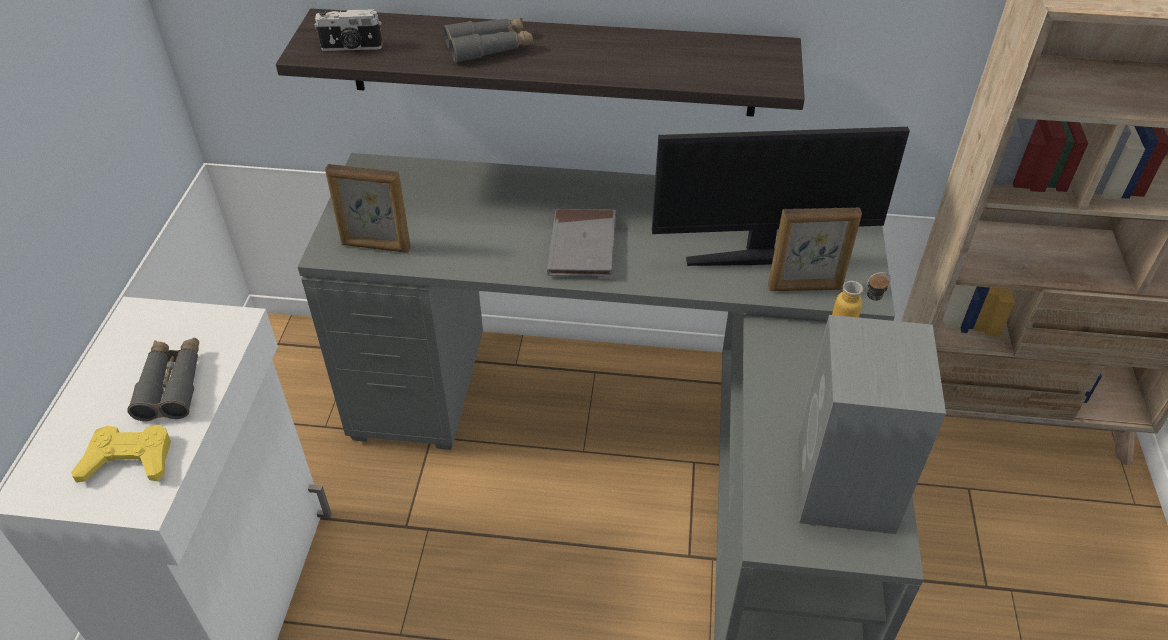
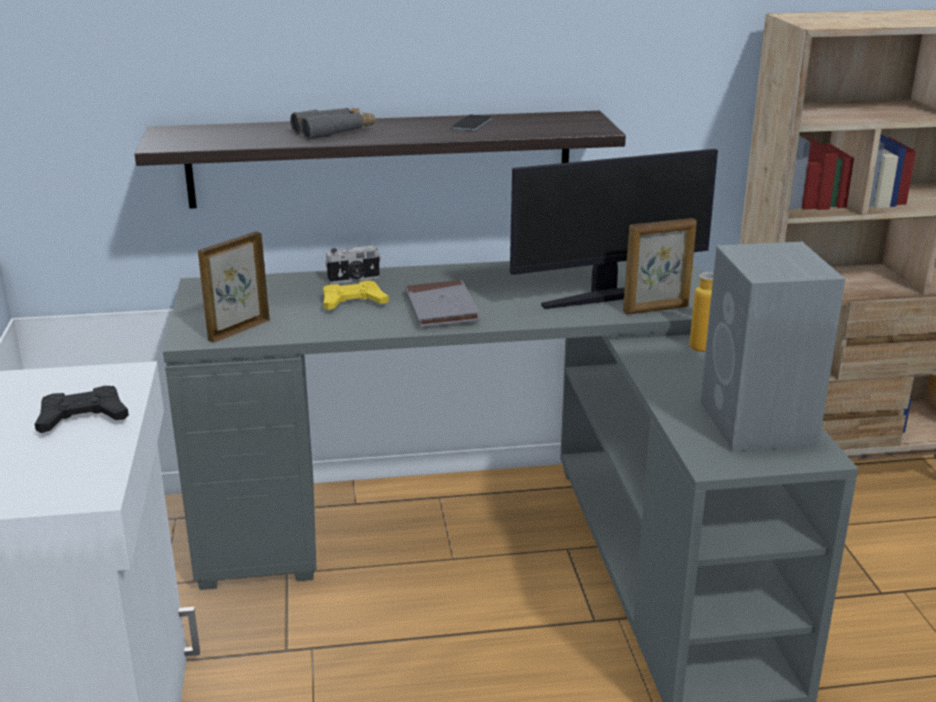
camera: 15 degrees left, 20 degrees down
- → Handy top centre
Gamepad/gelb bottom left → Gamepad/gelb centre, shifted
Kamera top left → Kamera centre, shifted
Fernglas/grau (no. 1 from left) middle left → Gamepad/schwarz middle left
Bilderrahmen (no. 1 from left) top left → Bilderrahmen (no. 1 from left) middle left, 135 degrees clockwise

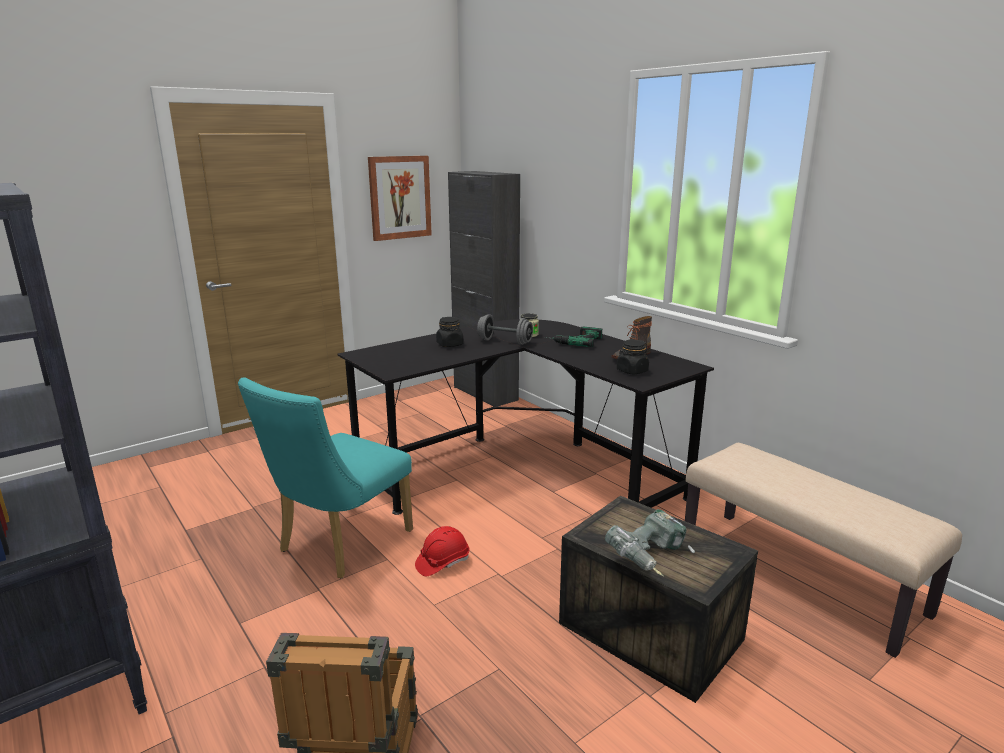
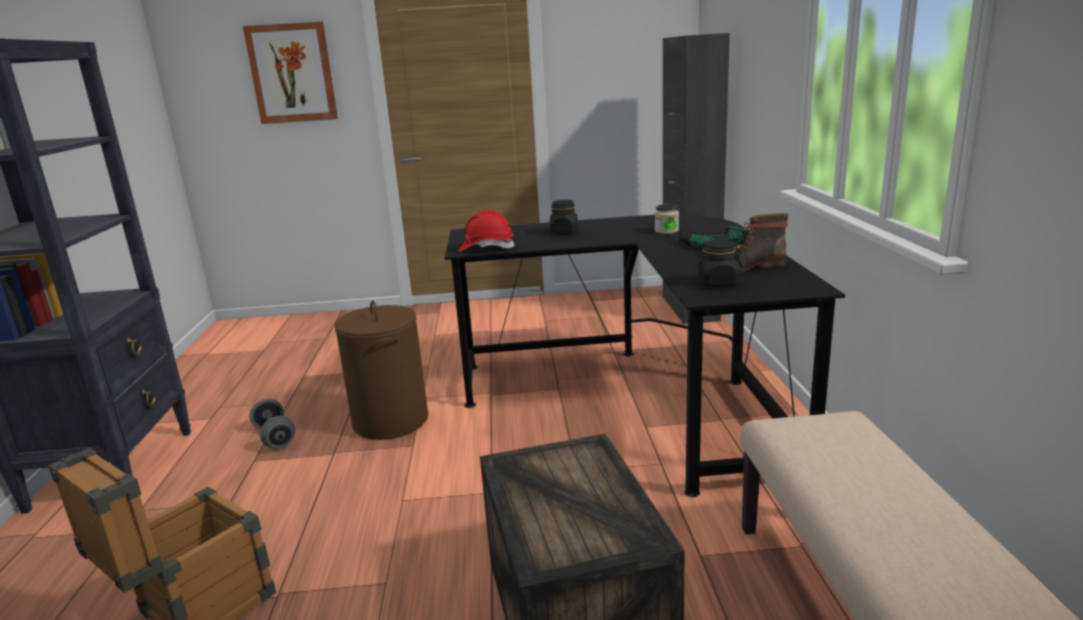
camera: 35 degrees right, 0 degrees up
Bohrmaschine (no. 2 from left) bottom centre → -
Bild top centre → Bild top left, shifted
Schutzhelm/rot bottom centre → Schutzhelm/rot centre, shifted
Hantel/grau centre → Hantel/grau bottom left, shifted
Stuhl/türkis middle left → Wäschekorb/braun centre

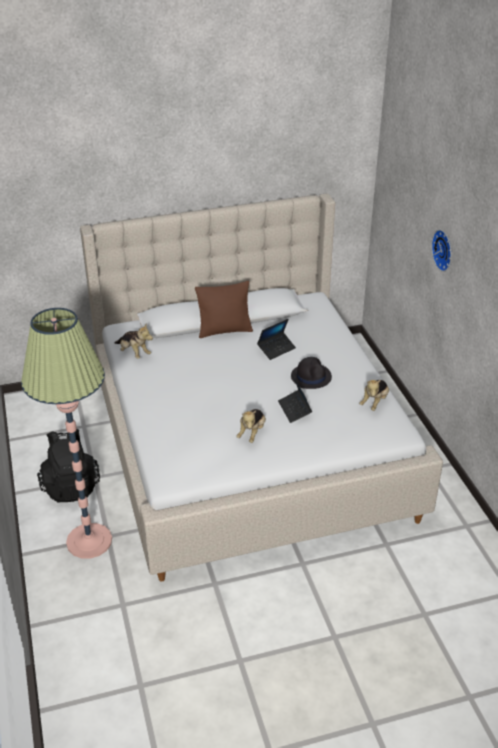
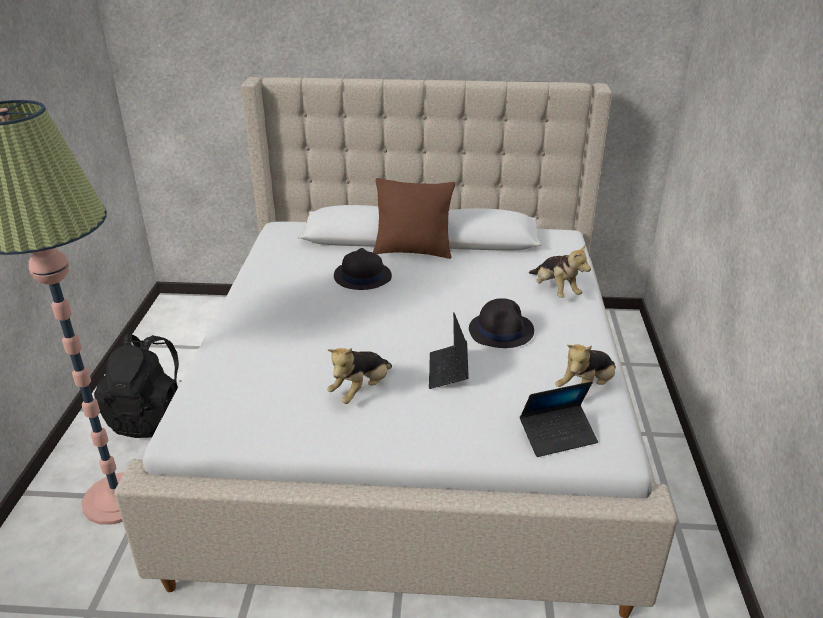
camera: 20 degrees right, 5 degrees down
Wanduhr middle right → -
- → Hut/schwarz (no. 1 from left) centre
Plüschtier (no. 1 from left in the first image) middle left → Plüschtier (no. 2 from left) middle right, shifted
Laptop (no. 1 from left in the first image) centre → Laptop (no. 2 from left) bottom right, shifted

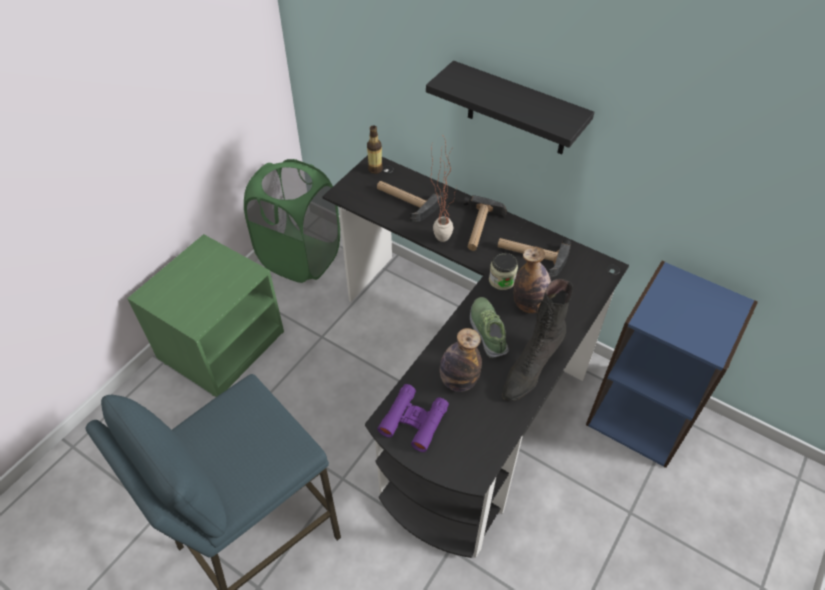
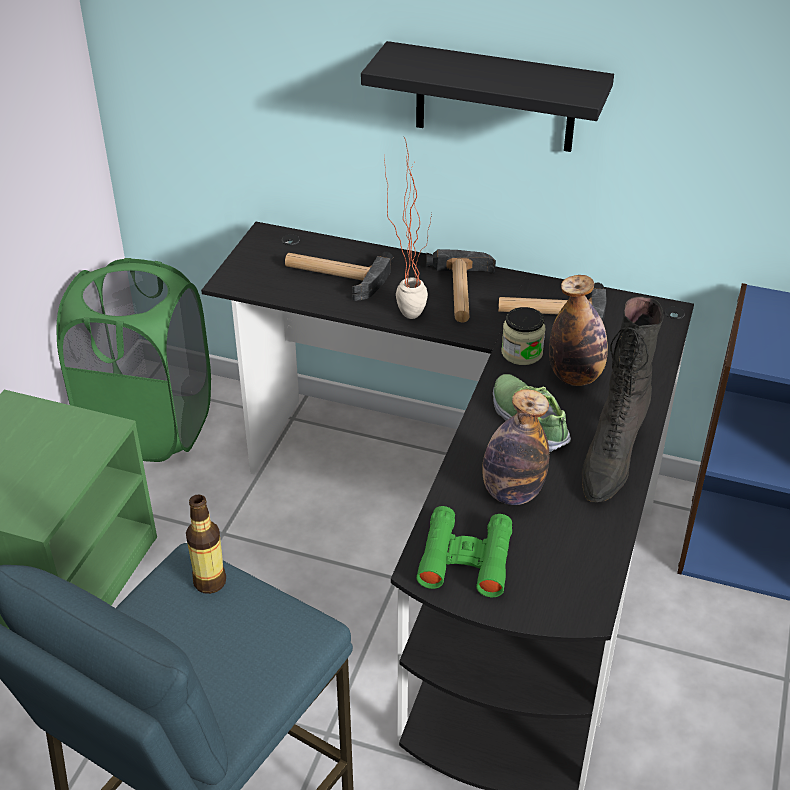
camera: 15 degrees left, 10 degrees down
Flasche (no. 1 from left) top centre → Flasche (no. 1 from left) bottom left, shifted
Fernglas/lila bottom centre → Fernglas/grün bottom centre

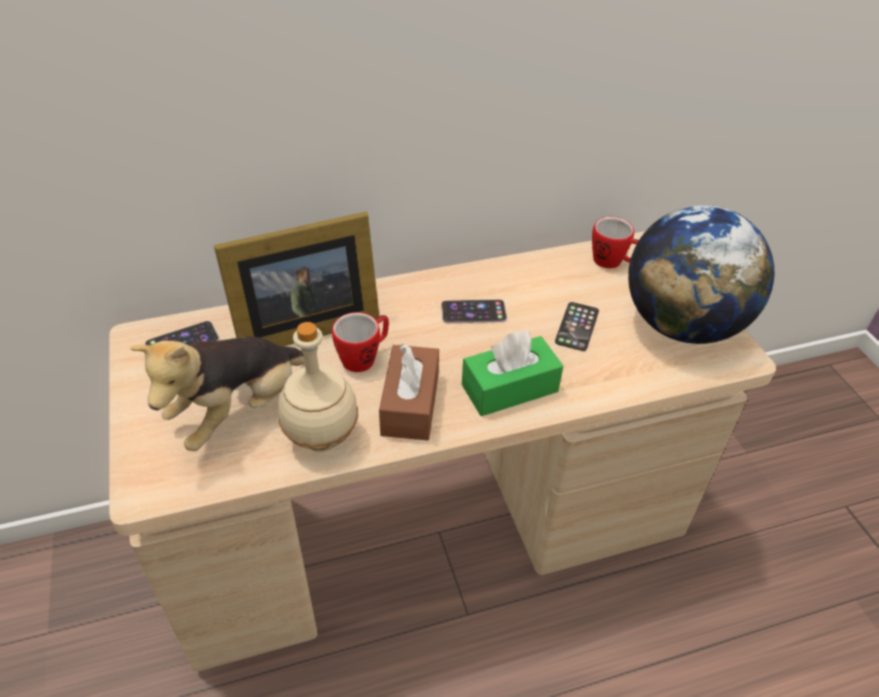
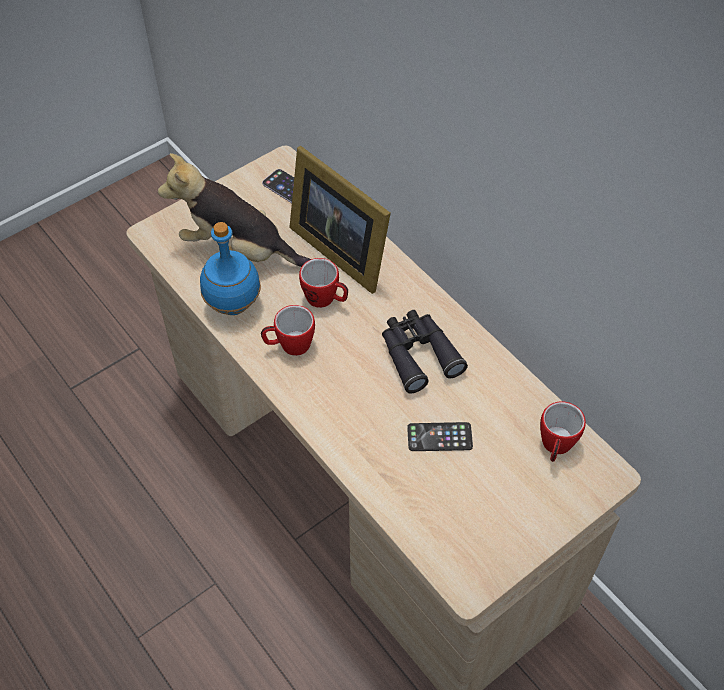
camera: 70 degrees right, 10 degrees up
Taschentuchbox/grün centre → -
Globus middle right → -
Taschentuchbox/braun centre → Henkelbecher (no. 1 from left) centre
Handy (no. 2 from left) centre → Fernglas/schwarz centre
Flasche/beige centre → Flasche/blau middle left

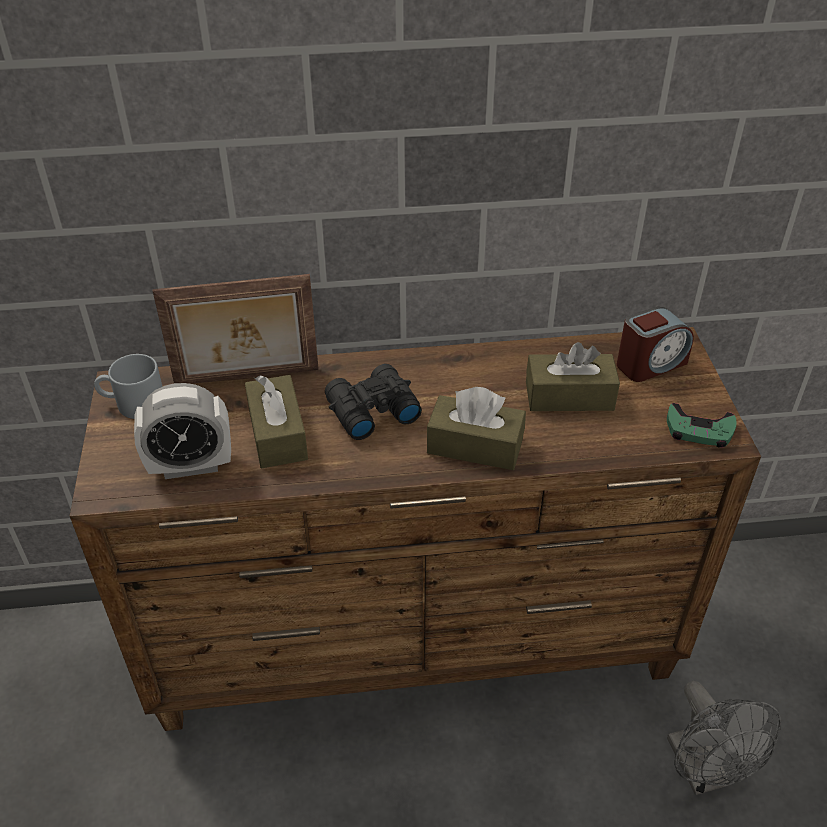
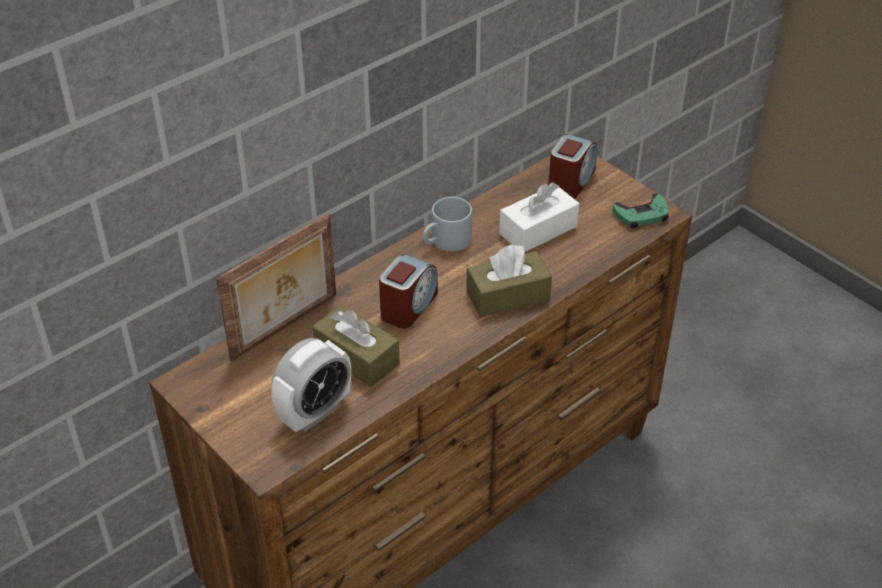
camera: 35 degrees left, 0 degrees up
Ventilator/grau bottom right → -
Henkelbecher/grau middle left → Henkelbecher/grau centre, shifted
Fernglas/schwarz centre → Wecker (no. 2 from left) centre
Taschentuchbox/braun (no. 3 from left) middle right → Taschentuchbox/weiß centre

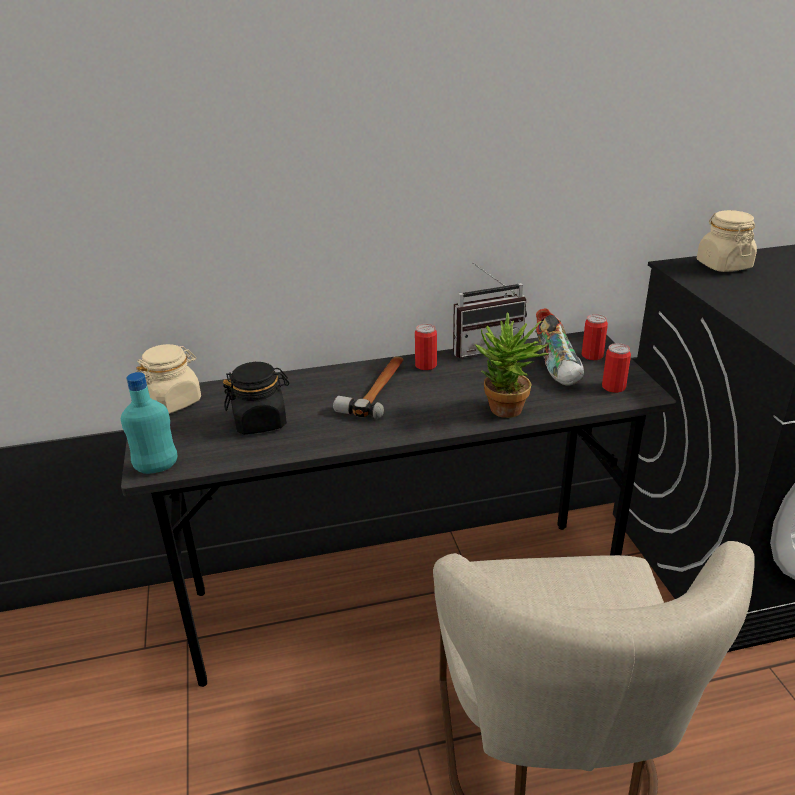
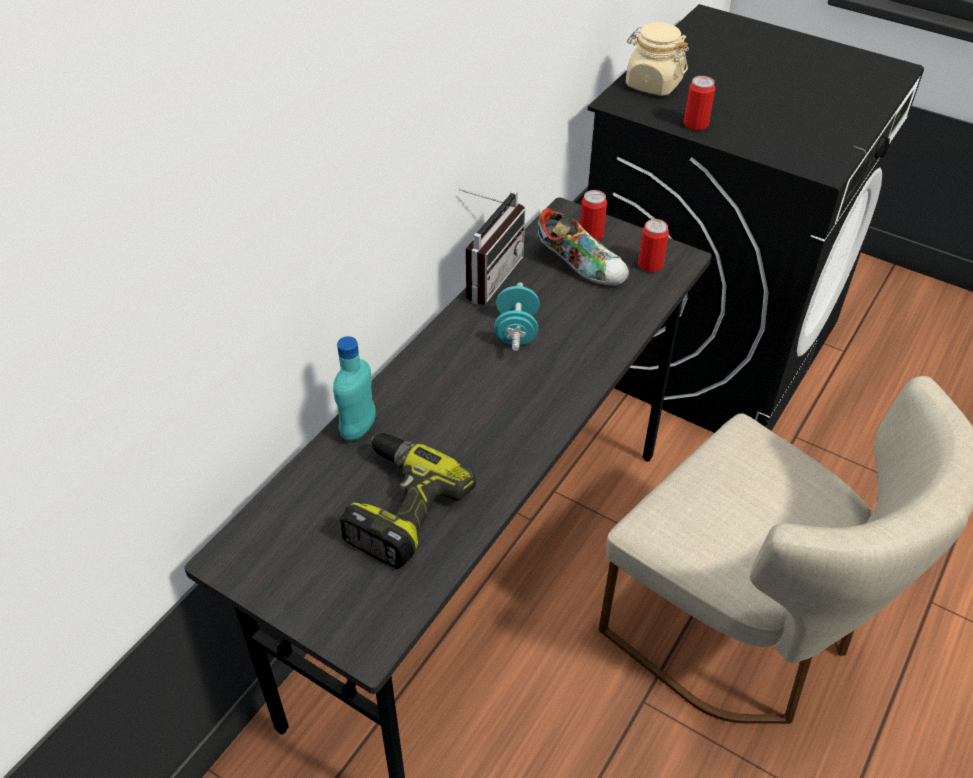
camera: 45 degrees left, 15 degrees up
Vorratsglas/beige (no. 1 from left) middle left → -
Hammer centre → -
Topfpflanze centre → -
- → Hantel/türkis centre
Flasche/türkis middle left → Flasche/türkis centre, shifted
Dose (no. 1 from left in the first image) centre → Dose (no. 3 from left) top right, shifted
Vorratsglas/schwarz middle left → Bohrmaschine centre

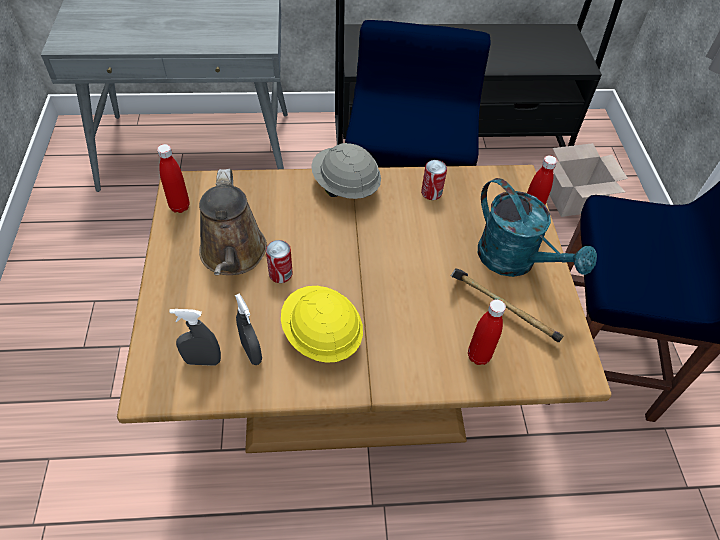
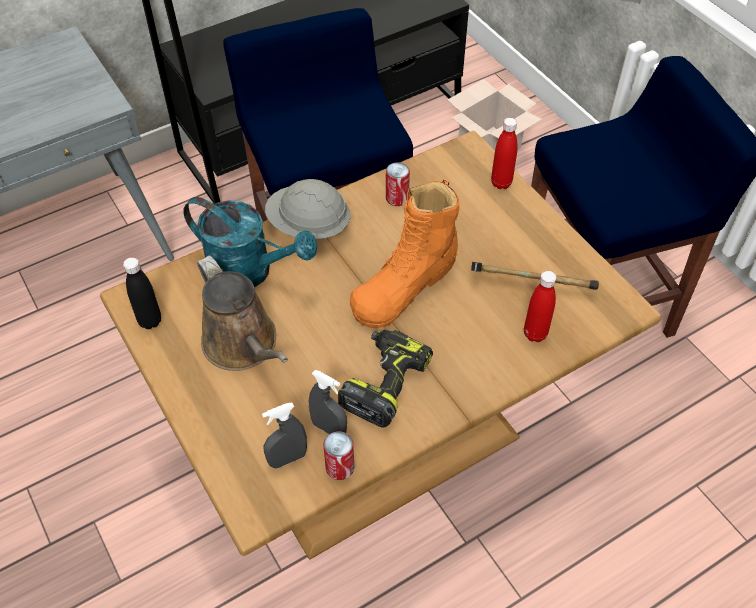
camera: 25 degrees left, 0 degrees up
- → Stiefel/orange centre
Dose (no. 1 from left) centre → Dose (no. 1 from left) bottom centre, shifted
Gießkanne/türkis middle right → Gießkanne/türkis middle left, shifted
Schutzhelm/gelb centre → Bohrmaschine centre
Flasche/rot (no. 1 from left) top left → Flasche/schwarz middle left

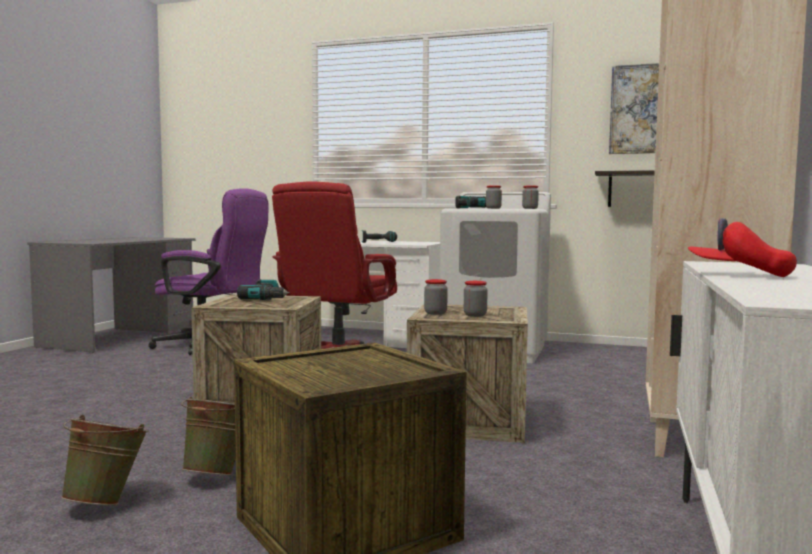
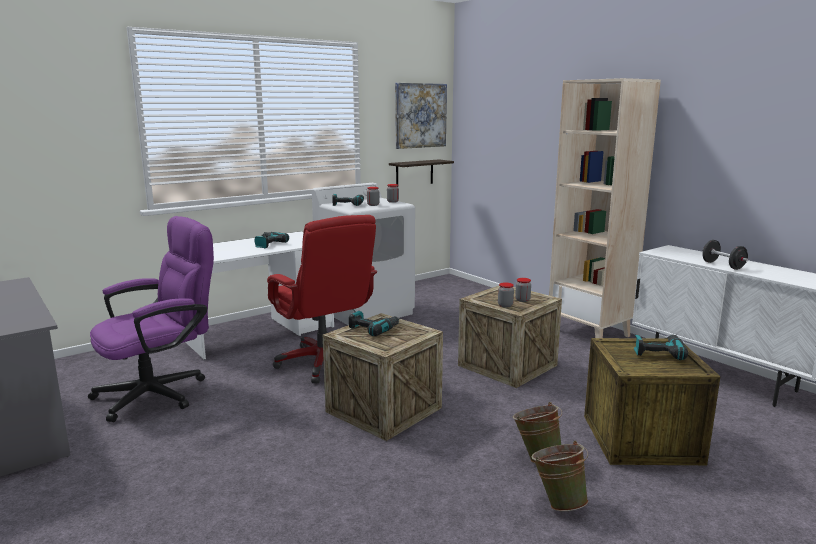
camera: 55 degrees left, 10 degrees up
- → Bohrmaschine (no. 4 from left) middle right
Kappe/rot middle right → Hantel/schwarz middle right

